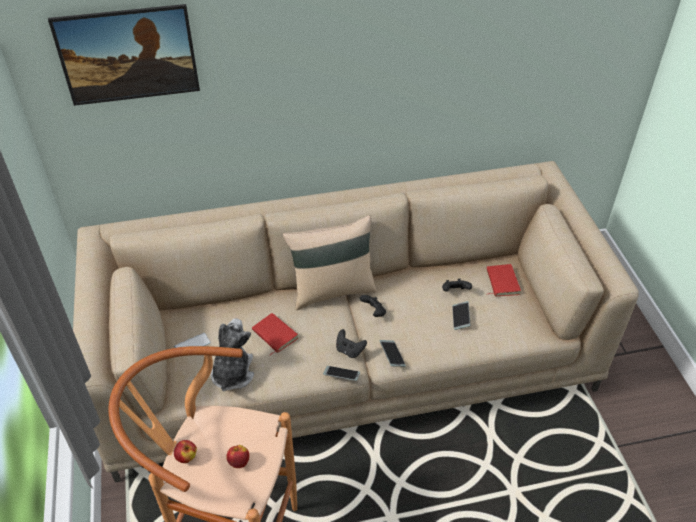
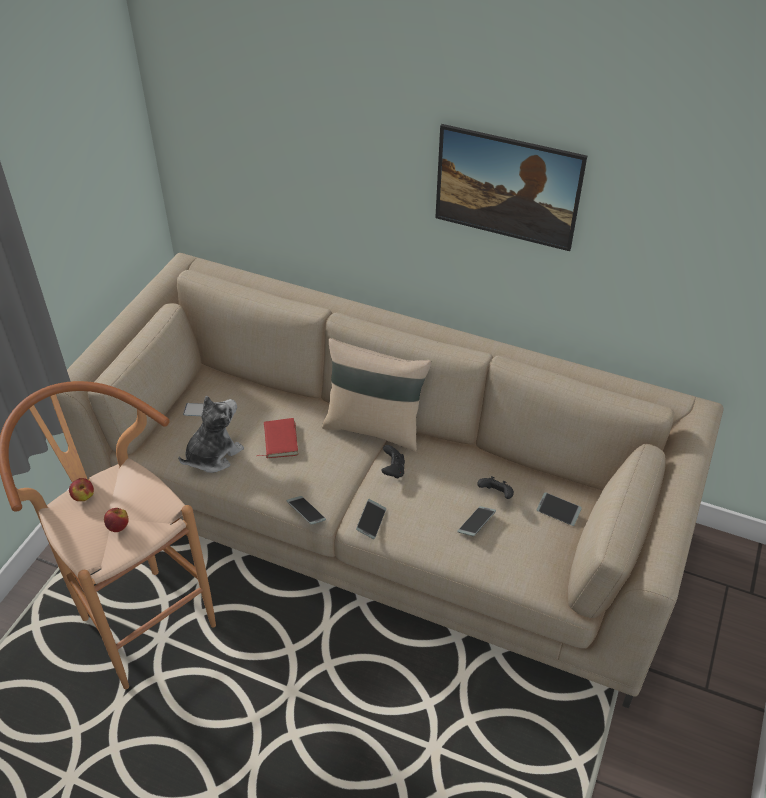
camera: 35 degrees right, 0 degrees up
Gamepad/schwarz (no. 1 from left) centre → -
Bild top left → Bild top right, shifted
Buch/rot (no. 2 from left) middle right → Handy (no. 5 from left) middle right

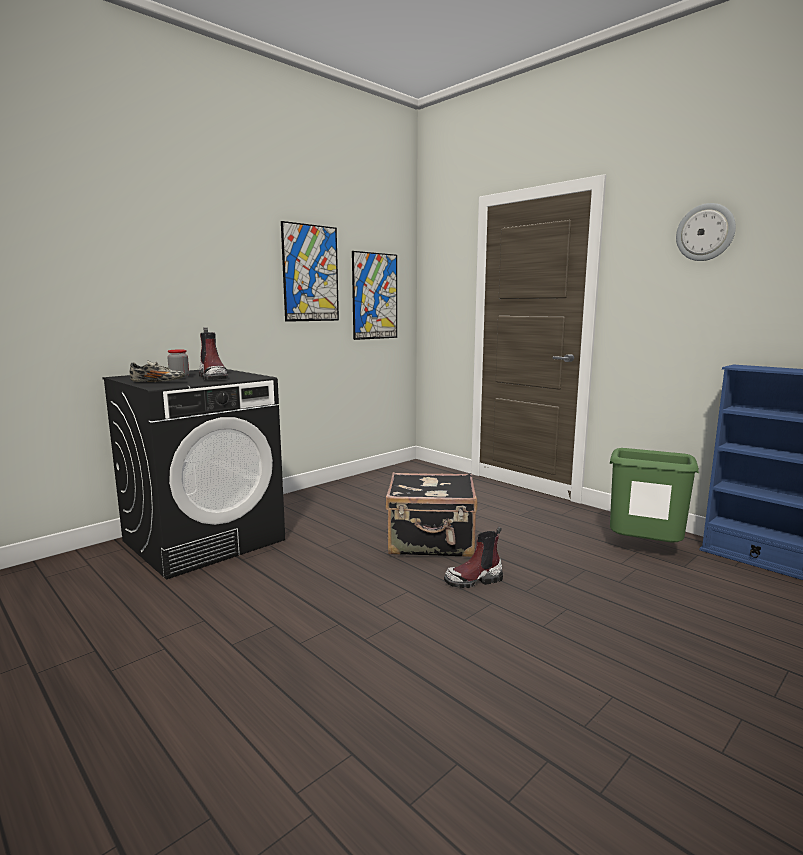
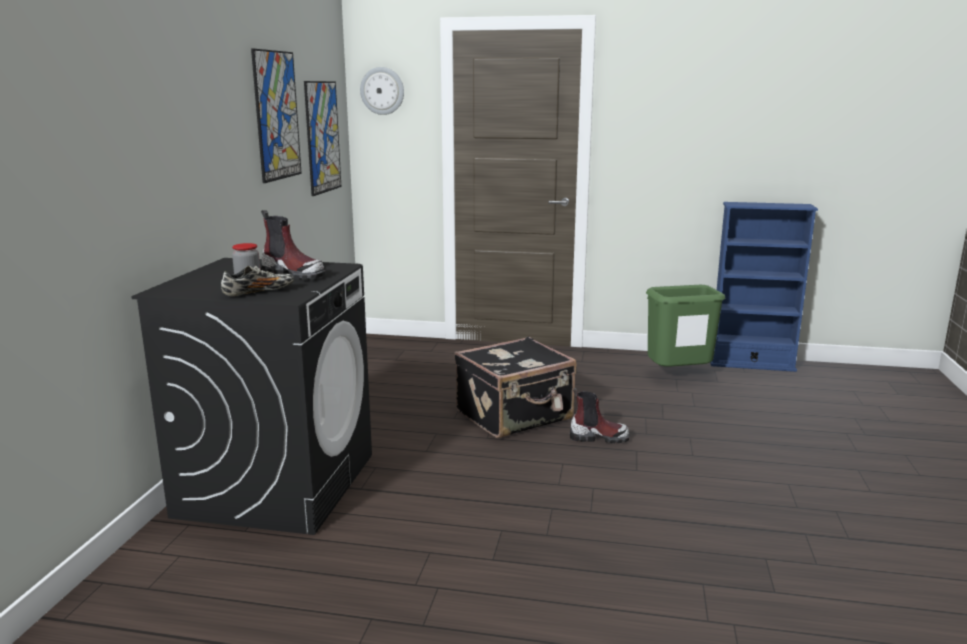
camera: 35 degrees left, 5 degrees up
Wanduhr top right → Wanduhr top centre, shifted
Stiefel (no. 2 from left) centre, 120 degrees counterclockwise

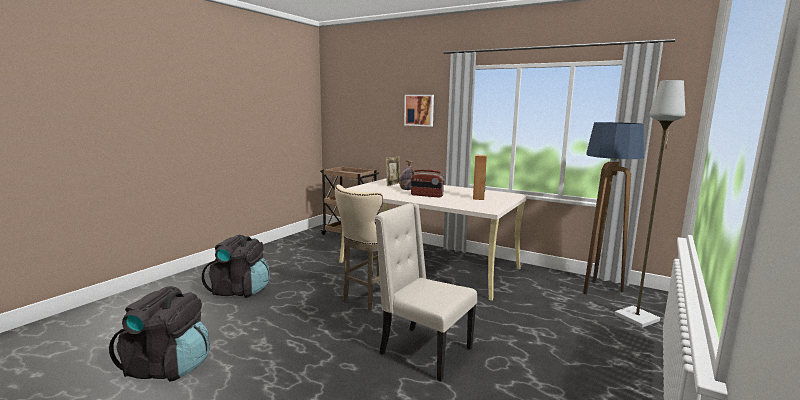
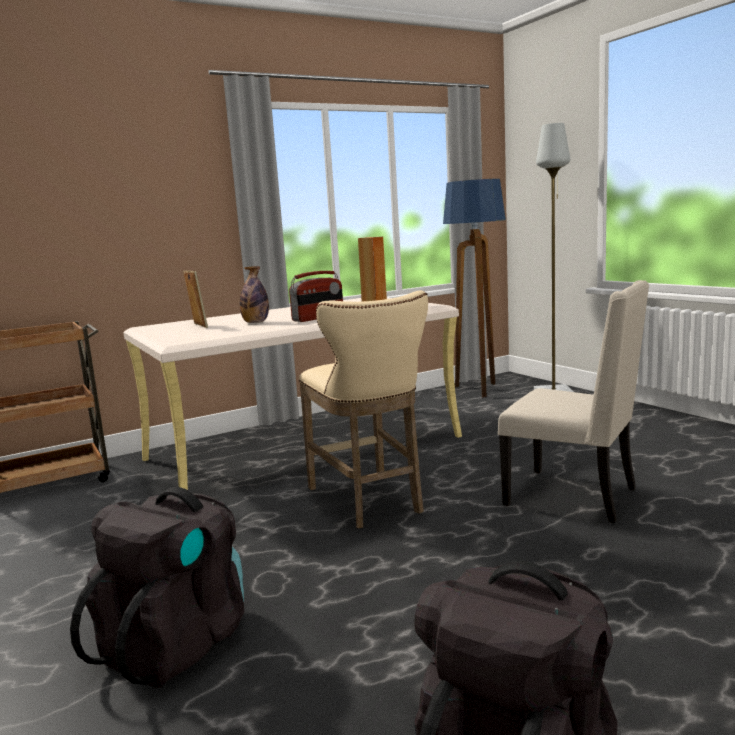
camera: 60 degrees left, 0 degrees up
Bild top centre → -
Stuhl/beige bottom centre → Stuhl/beige middle right, 120 degrees counterclockwise

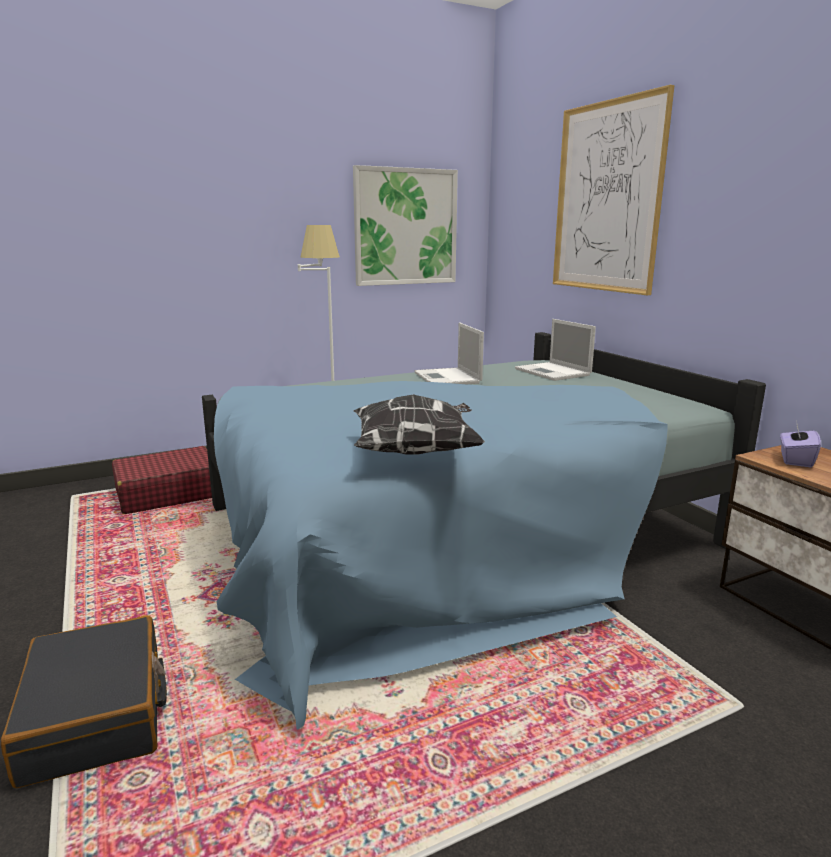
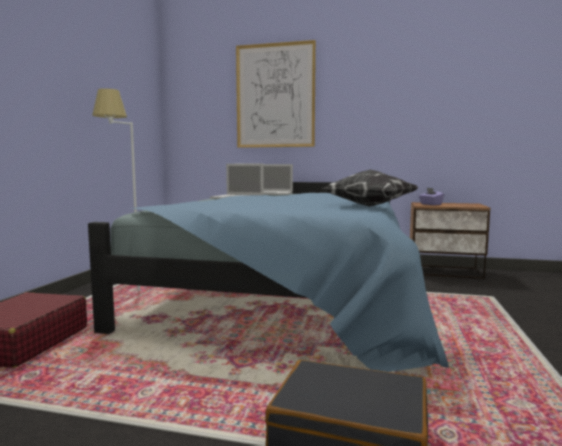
camera: 50 degrees left, 10 degrees down
Bild (no. 1 from left) top centre → -

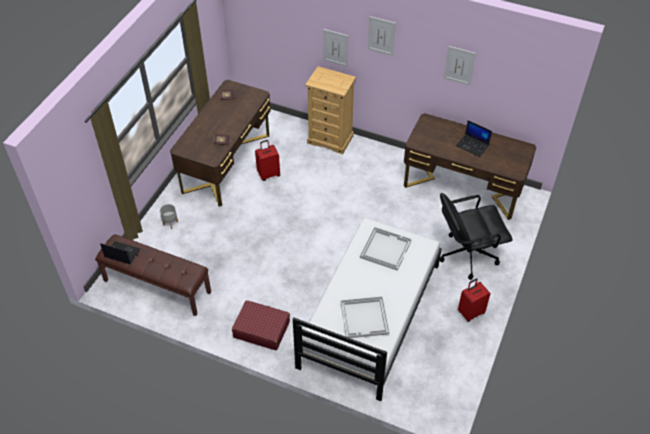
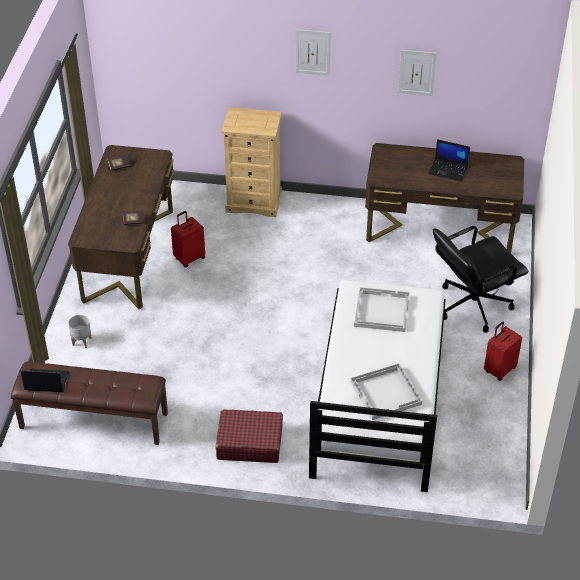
camera: 15 degrees left, 5 degrees down
Bild (no. 1 from left) top centre → -

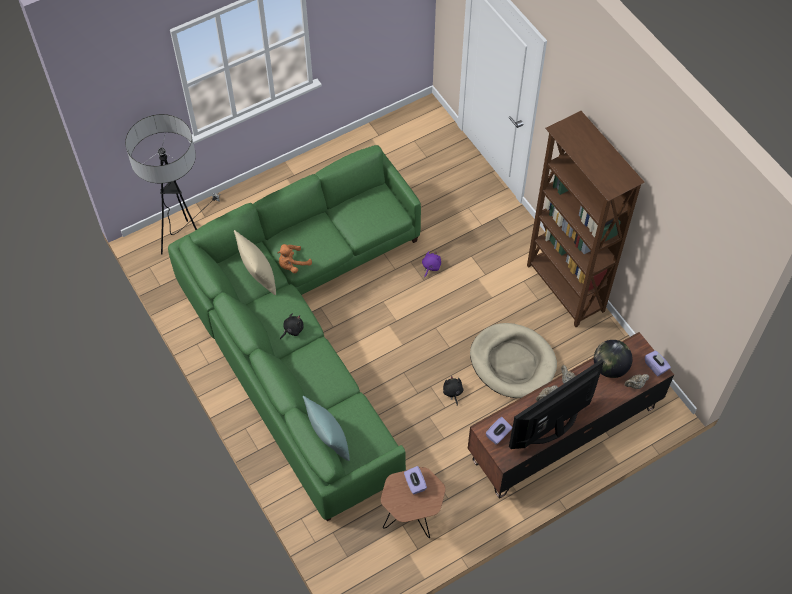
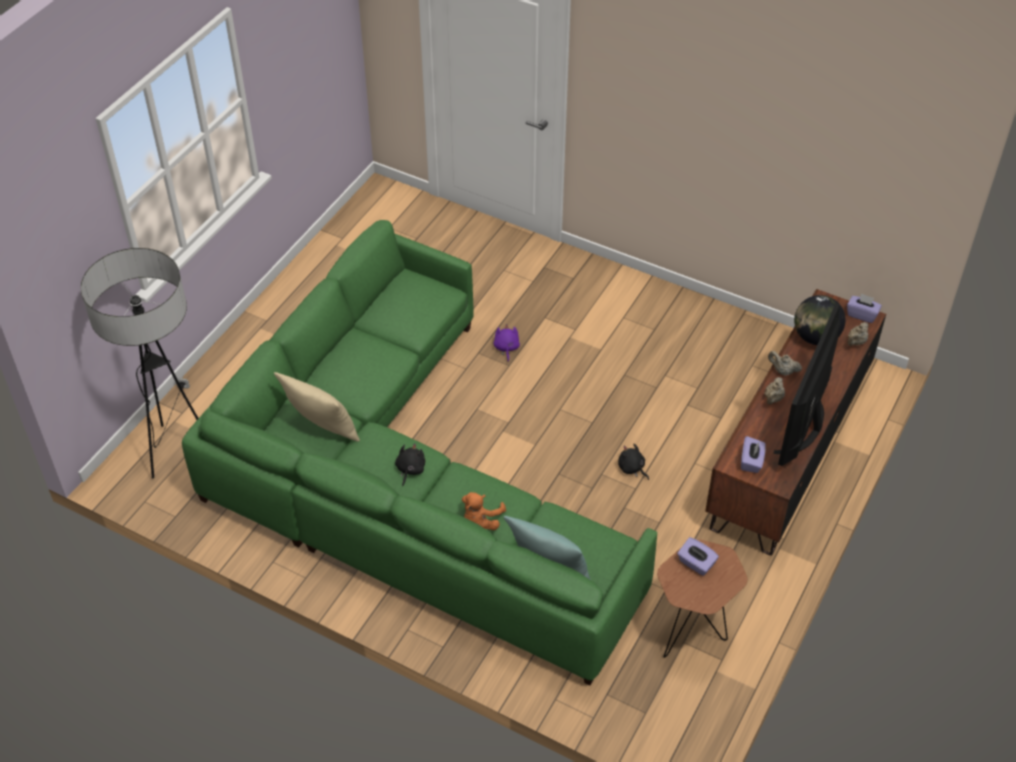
camera: 30 degrees left, 10 degrees down
Hundebett/beige centre → -
Bücherregal/braun middle right → -
Plüschtier/orange centre → Plüschtier/orange bottom centre, shifted

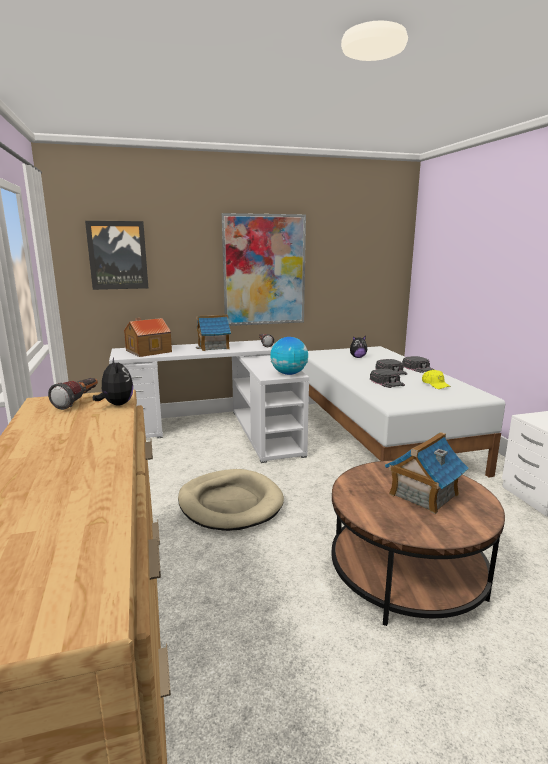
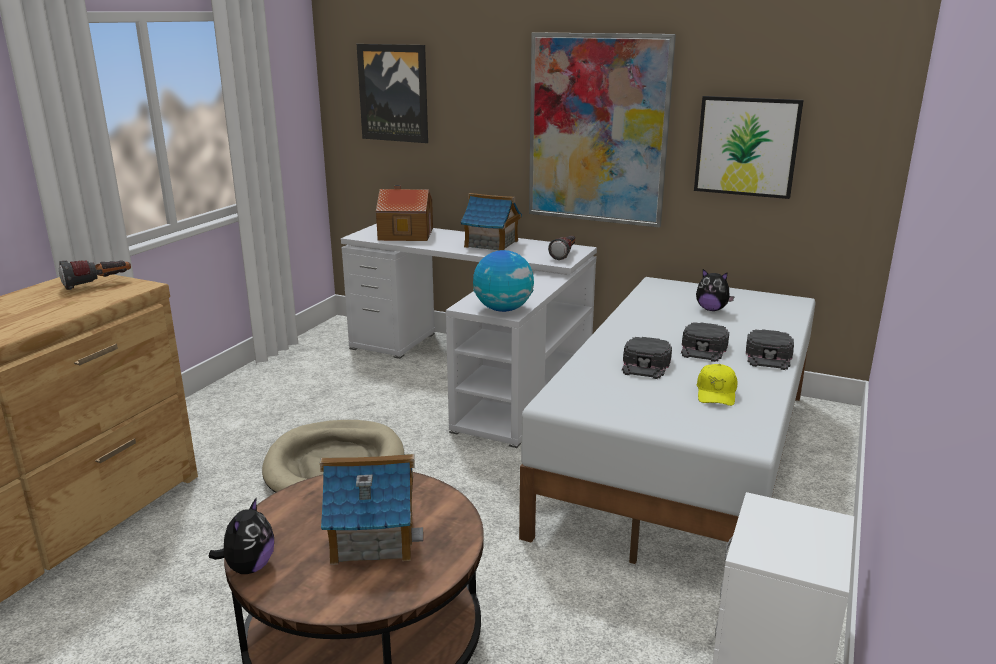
camera: 40 degrees right, 5 degrees up
- → Bild (no. 3 from left) top right
Plüschtier (no. 1 from left) middle left → Plüschtier (no. 1 from left) bottom left, shifted

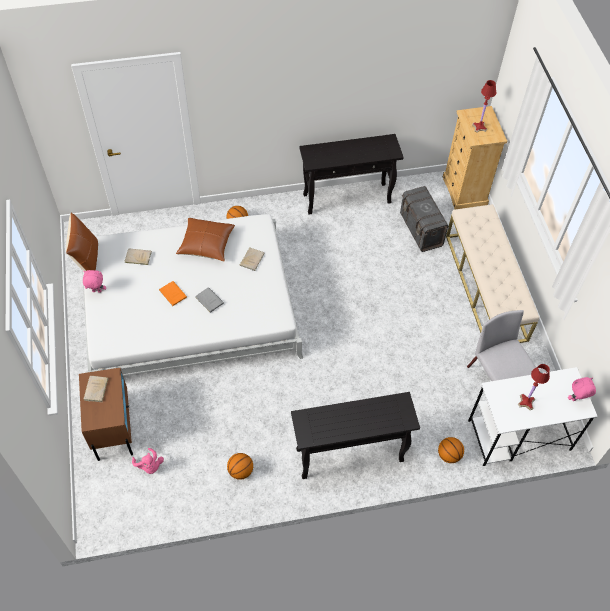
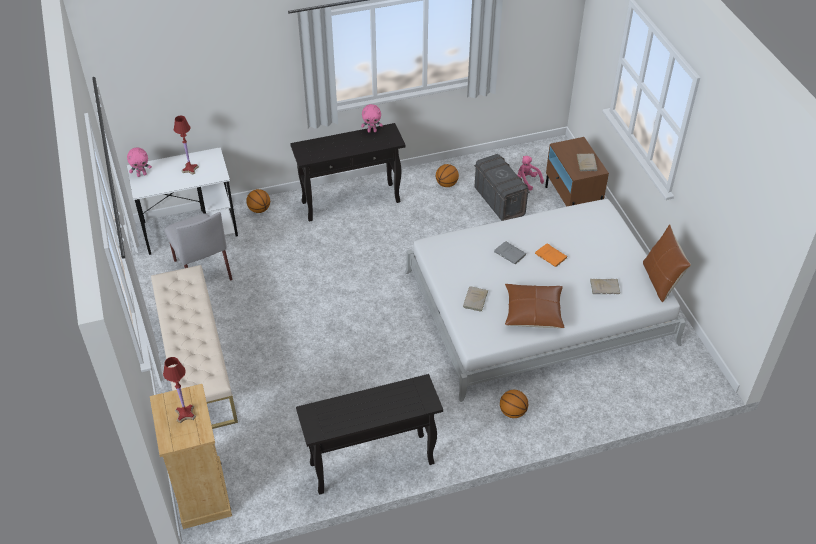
camera: 175 degrees right, 10 degrees down
Plüschtier/rosa (no. 1 from left in the first image) middle left → Plüschtier/rosa (no. 2 from left) top centre, shifted
Aufbewahrungsbox/grau middle right → Aufbewahrungsbox/grau centre, shifted

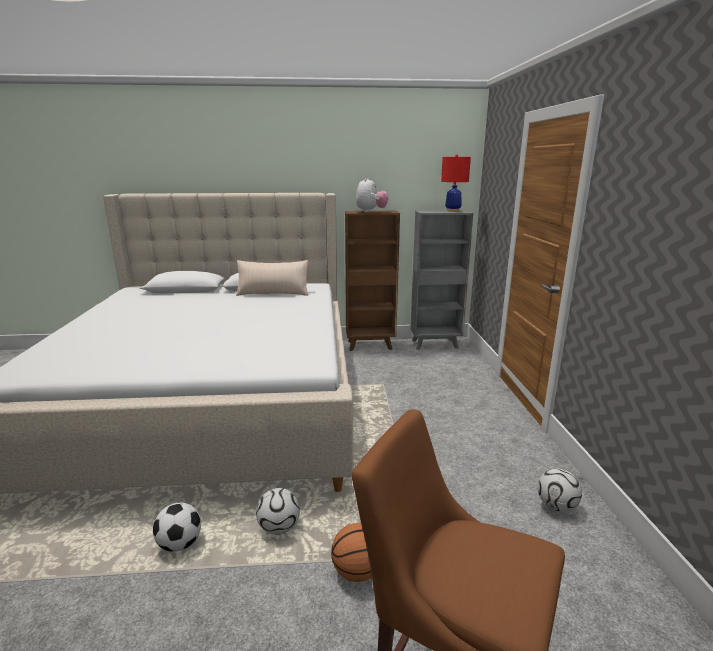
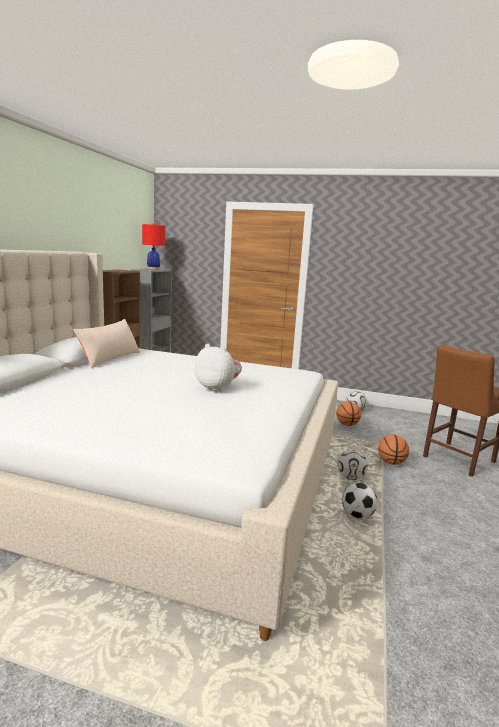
camera: 70 degrees left, 5 degrees down
- → Basketball (no. 1 from left) middle right
Plüschtier top centre → Plüschtier centre, shifted

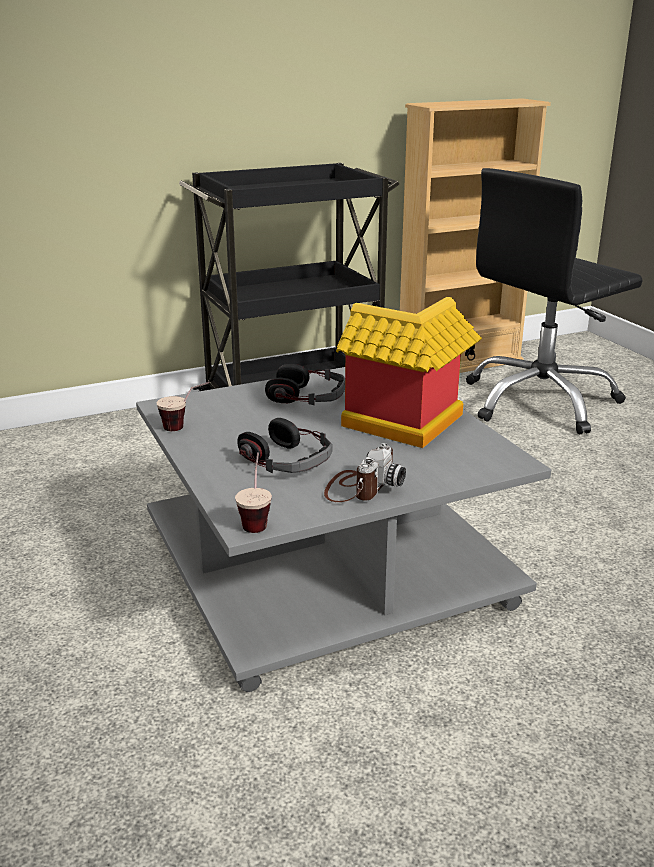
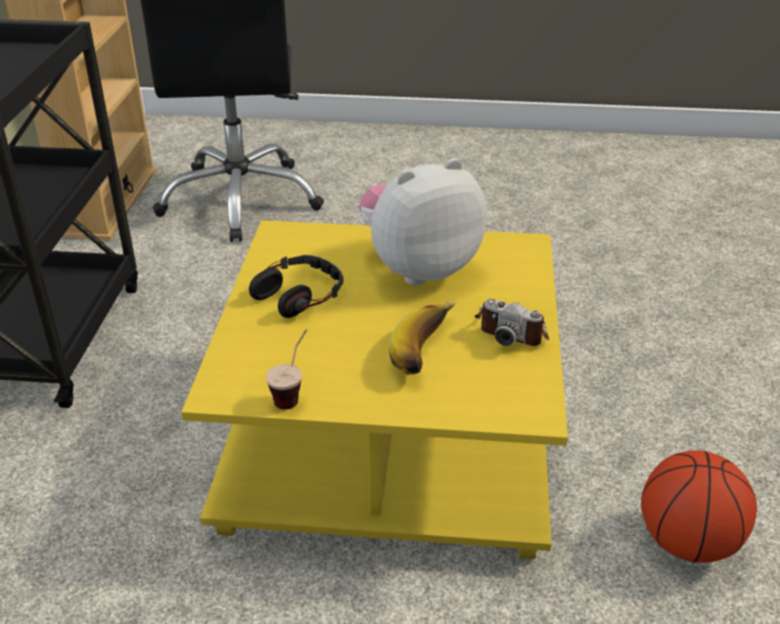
camera: 60 degrees left, 10 degrees up
Tasse (no. 2 from left) centre → -
- → Basketball bottom right
Kopfhörer (no. 1 from left) centre → Banane centre
Spielzeughaus centre → Plüschtier centre
Couchtisch/grau centre → Couchtisch/gelb centre
Kamera centre, 150 degrees clockwise

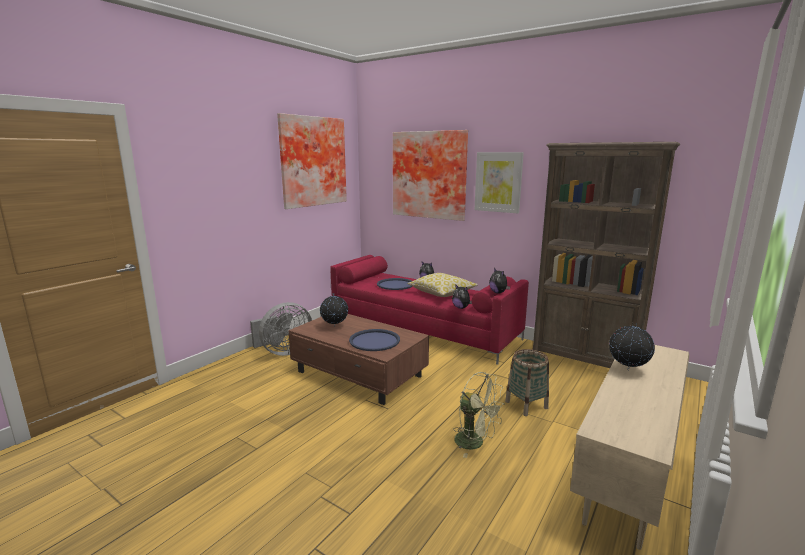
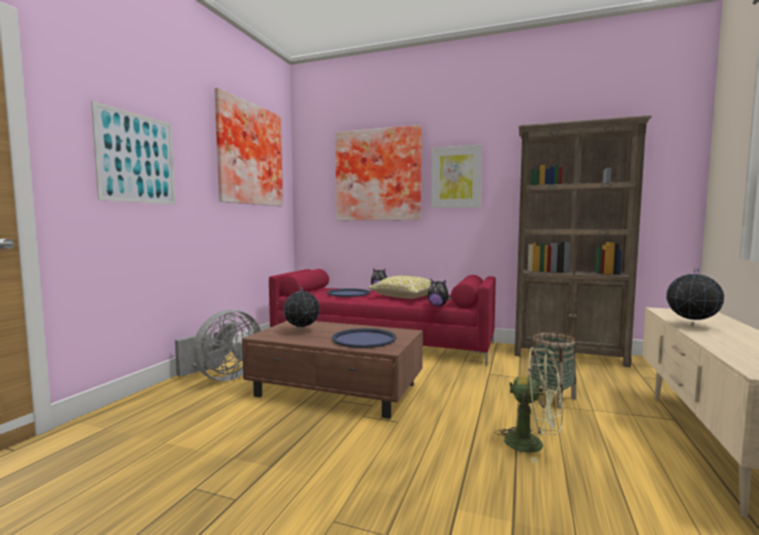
camera: 15 degrees left, 10 degrees down
Plüschtier (no. 3 from left) centre → -
- → Bild (no. 1 from left) top left

